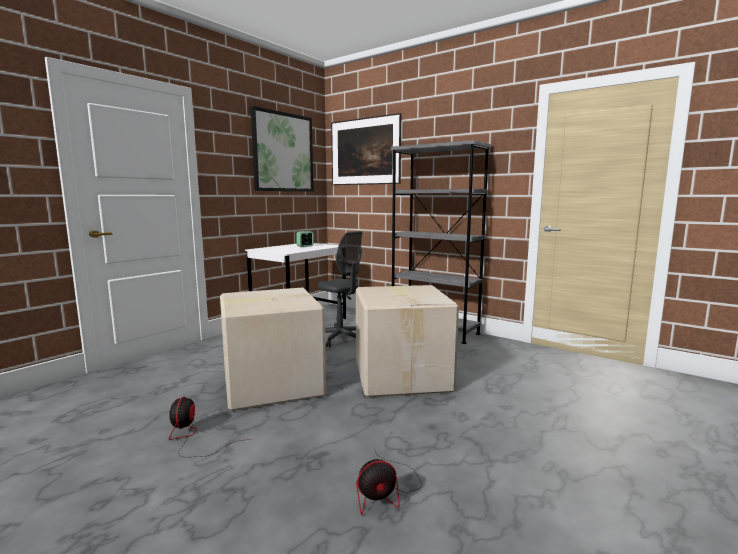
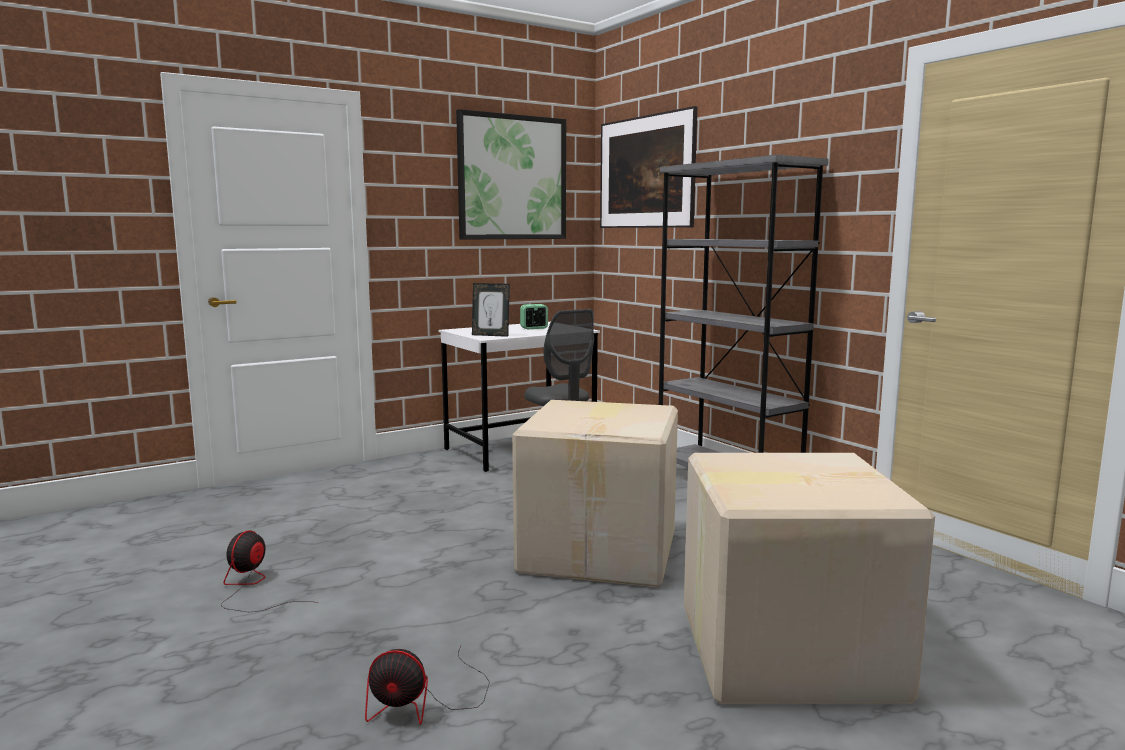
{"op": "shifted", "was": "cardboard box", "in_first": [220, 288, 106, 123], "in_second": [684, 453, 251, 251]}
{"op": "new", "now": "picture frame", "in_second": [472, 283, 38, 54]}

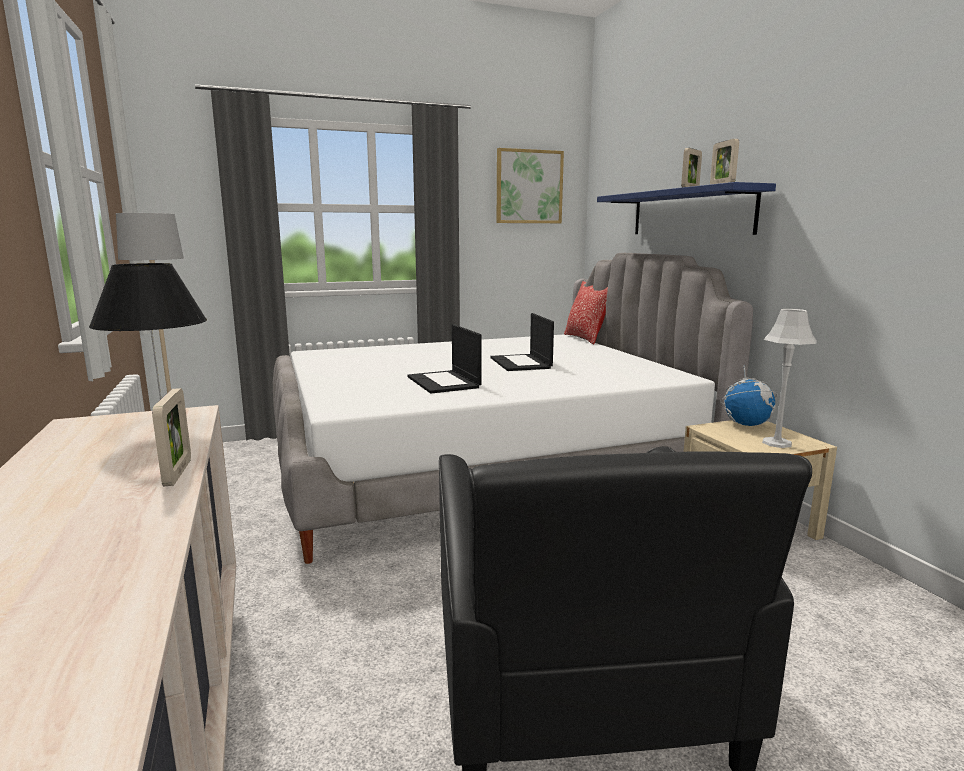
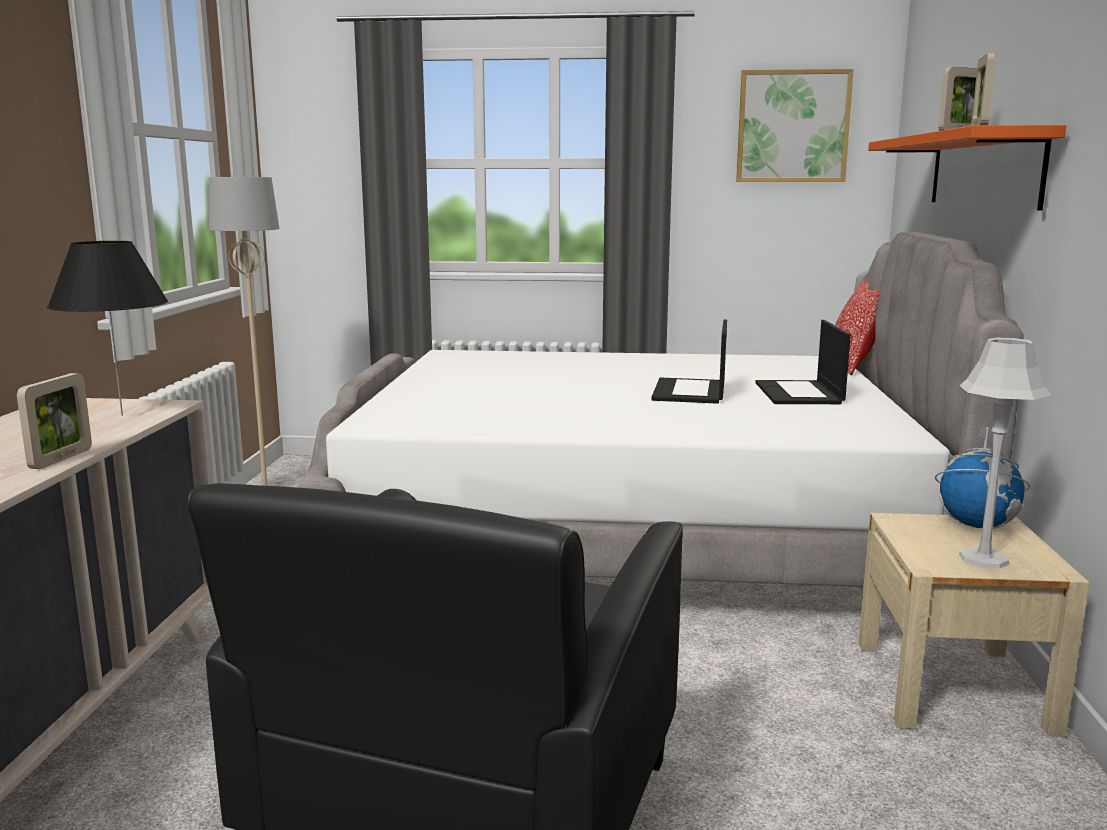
{"op": "shifted", "was": "notebook computer", "in_first": [407, 324, 74, 69], "in_second": [755, 320, 96, 84]}
{"op": "repainted", "was": "bluish wall shelf", "now": "orange-coloured wall shelf", "in_first": [597, 182, 179, 53], "in_second": [868, 125, 198, 86]}

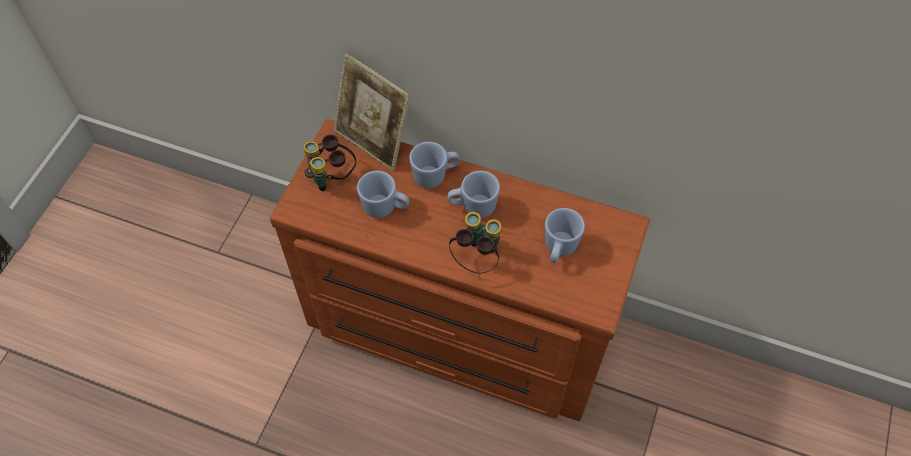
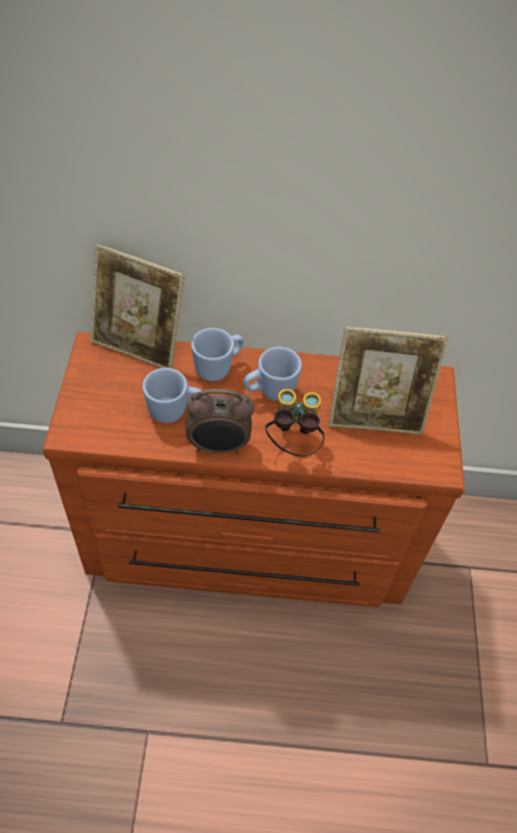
{"op": "gone", "was": "binoculars", "in_first": [303, 134, 53, 57]}
{"op": "swapped", "was": "bluish tea mug", "now": "picture frame", "in_first": [545, 208, 40, 55], "in_second": [329, 327, 119, 108]}
{"op": "new", "now": "alarm clock", "in_second": [185, 389, 69, 64]}

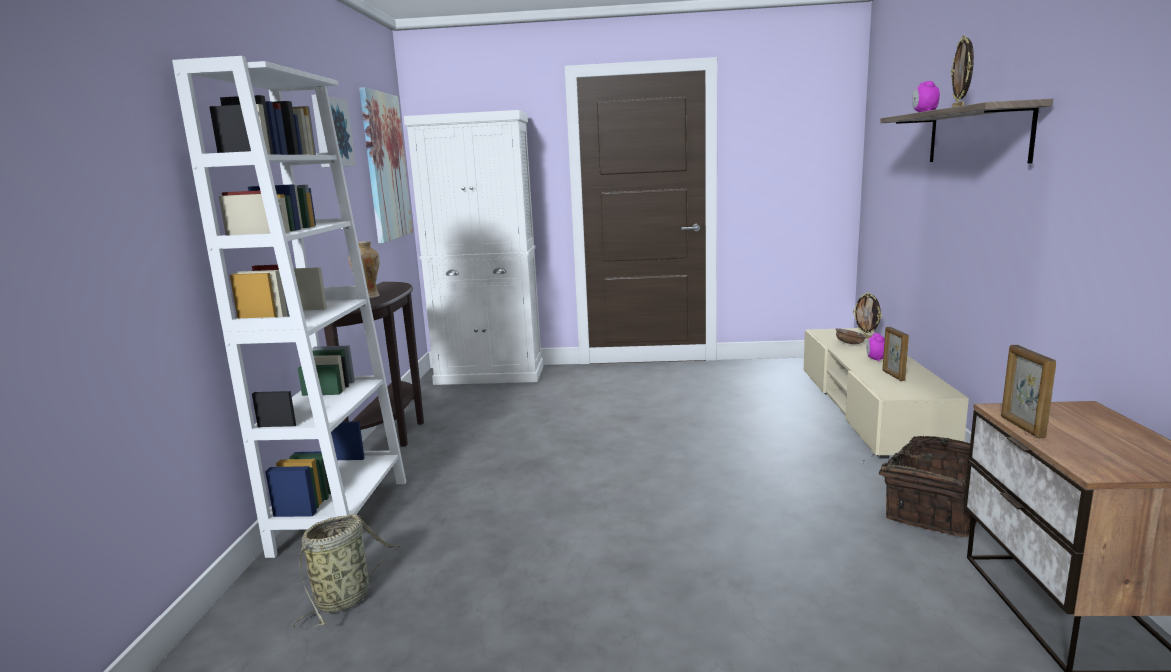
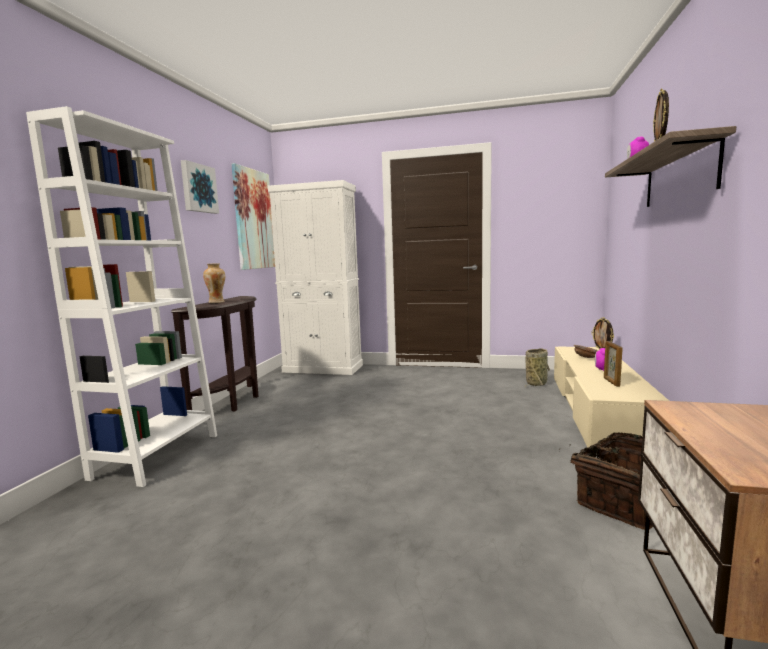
{"op": "shifted", "was": "storage basket", "in_first": [292, 514, 109, 115], "in_second": [525, 348, 25, 39]}
{"op": "gone", "was": "picture frame", "in_first": [1001, 345, 55, 93]}

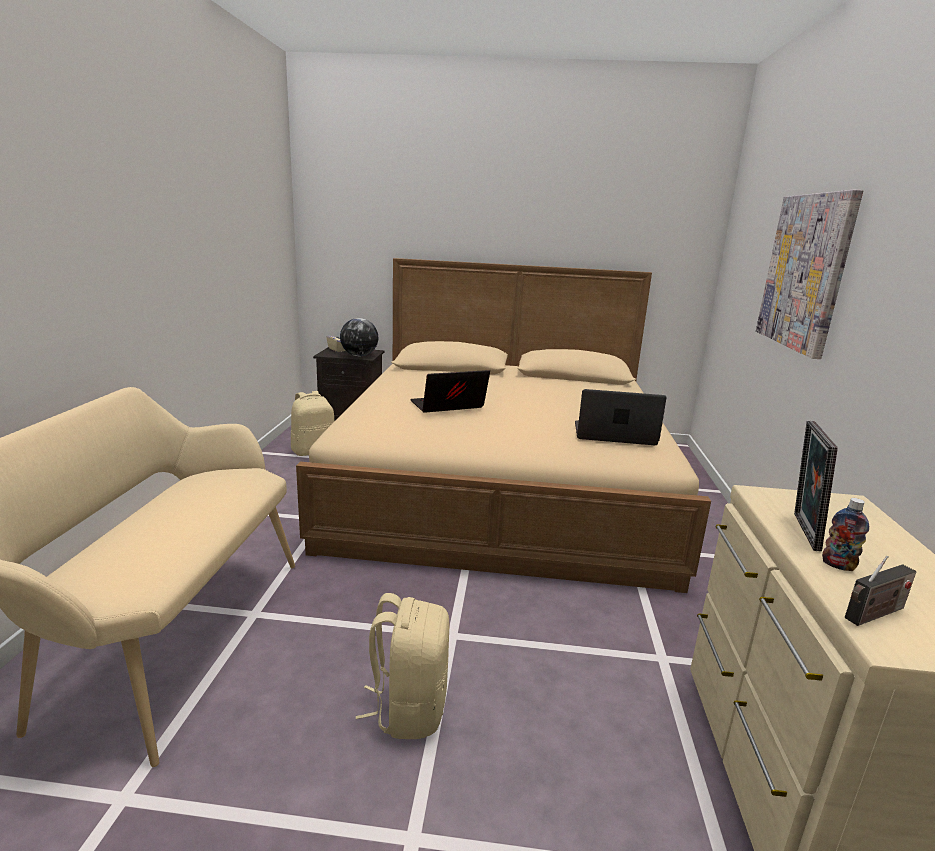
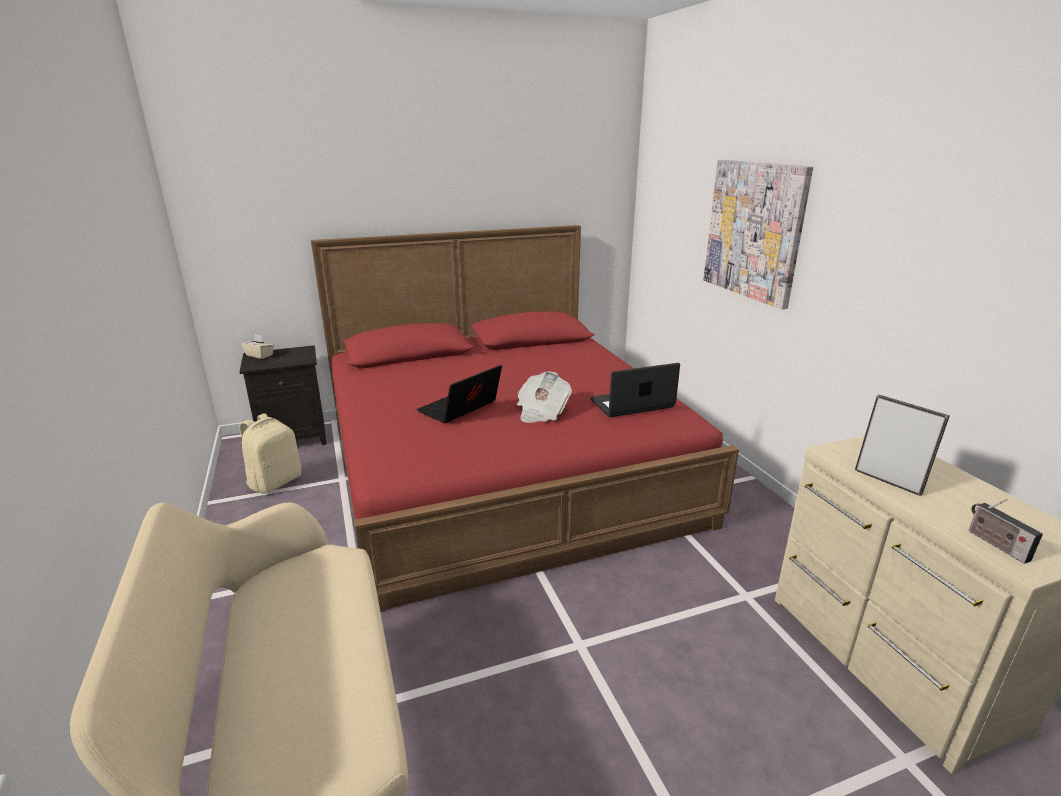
{"op": "repainted", "was": "beige bedroom bed", "now": "red-coloured bedroom bed", "in_first": [296, 258, 415, 335], "in_second": [311, 225, 428, 387]}
{"op": "gone", "was": "globe", "in_first": [340, 318, 39, 38]}
{"op": "gone", "was": "beige knapsack", "in_first": [356, 593, 93, 146]}
{"op": "rotated", "was": "picture frame", "in_first": [794, 421, 44, 130], "in_second": [855, 395, 95, 101], "clockwise": 150}
{"op": "gone", "was": "beverage bottle", "in_first": [822, 498, 47, 73]}
{"op": "rotated", "was": "radio set", "in_first": [845, 555, 71, 71], "in_second": [969, 499, 74, 65], "clockwise": 120}
{"op": "new", "now": "newspaper", "in_second": [517, 371, 55, 52]}

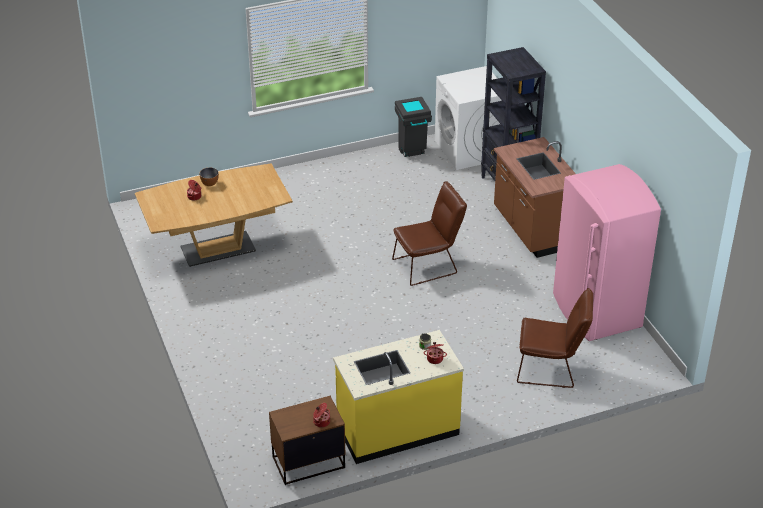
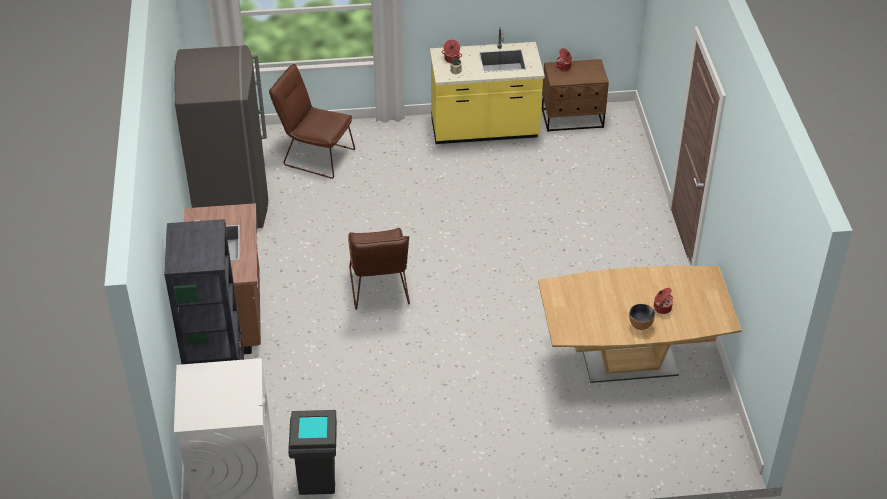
{"op": "rotated", "was": "brown-coloured chair", "in_first": [392, 181, 75, 105], "in_second": [348, 228, 62, 82], "clockwise": -90}
{"op": "repainted", "was": "pink-coloured refrigerator", "now": "greyish refrigerator", "in_first": [553, 164, 108, 177], "in_second": [175, 45, 93, 183]}

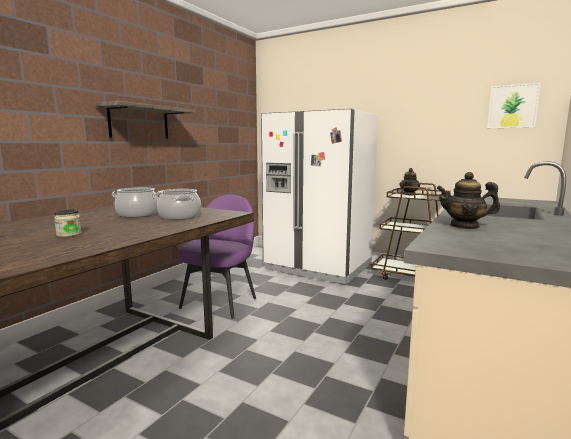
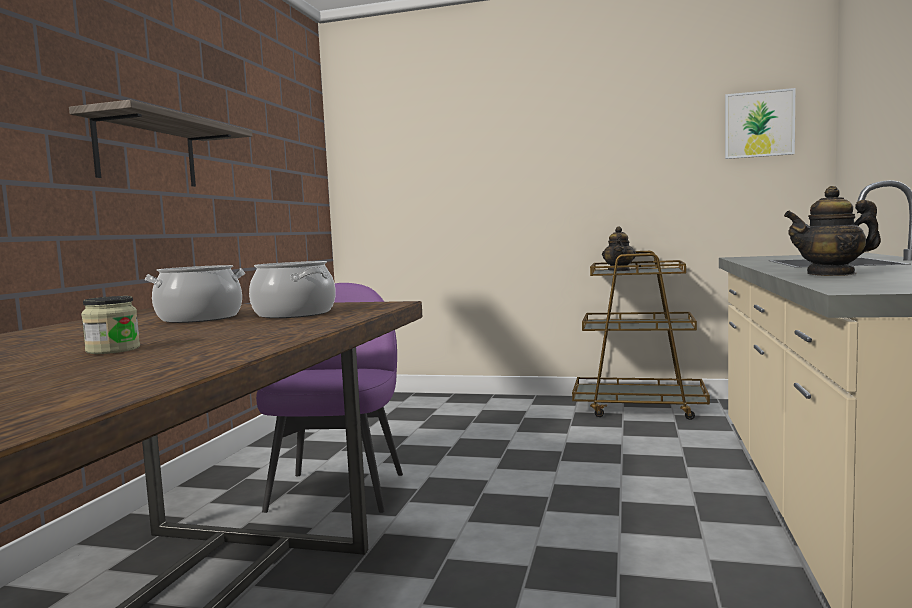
{"op": "gone", "was": "white-coloured refrigerator", "in_first": [261, 109, 117, 175]}

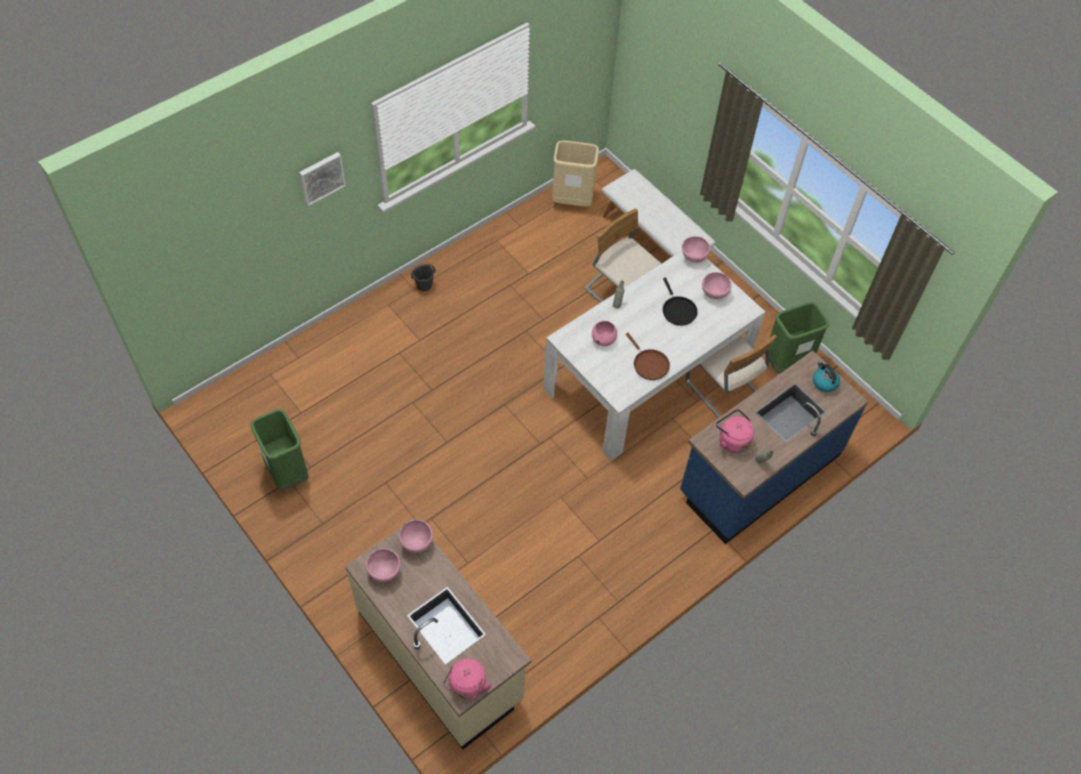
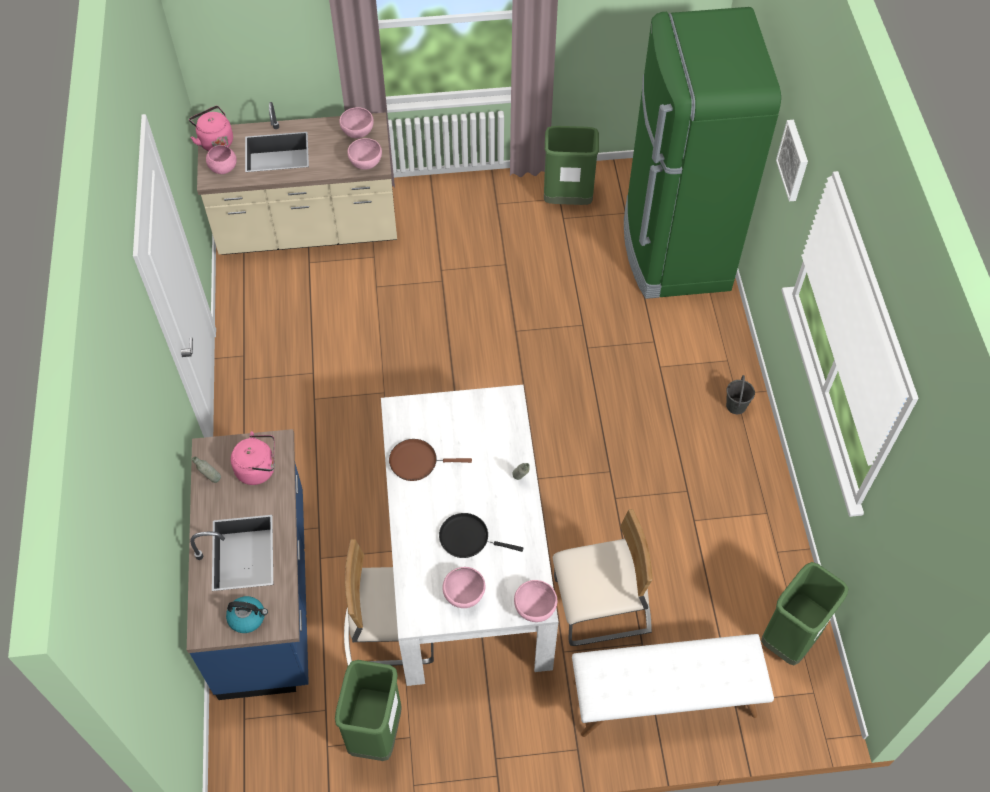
{"op": "repainted", "was": "beige rubbish bin", "now": "green rubbish bin", "in_first": [552, 140, 47, 66], "in_second": [761, 562, 88, 103]}
{"op": "shifted", "was": "pink-coloured serving bowl", "in_first": [592, 321, 25, 25], "in_second": [206, 145, 31, 29]}
{"op": "new", "now": "green refrigerator", "in_second": [624, 7, 157, 292]}

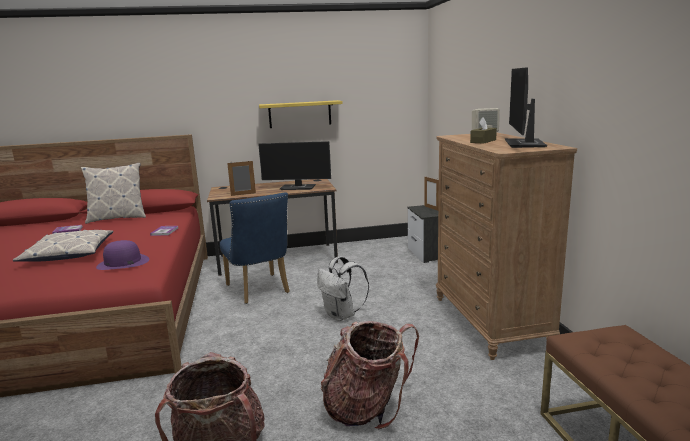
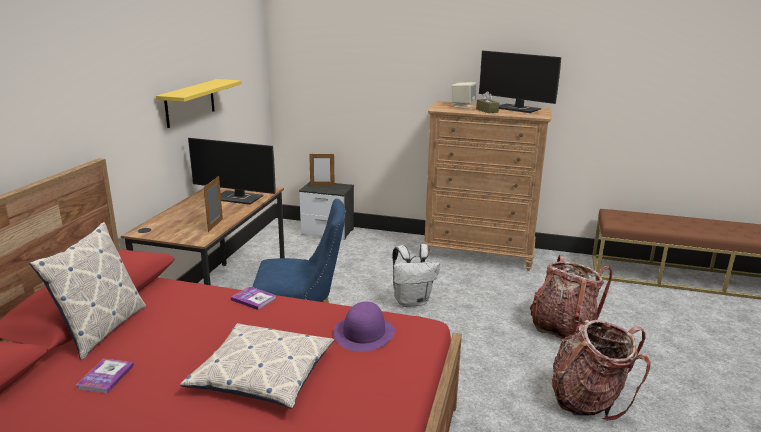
{"op": "rotated", "was": "monitor", "in_first": [258, 141, 73, 49], "in_second": [188, 138, 87, 67], "clockwise": 75}

